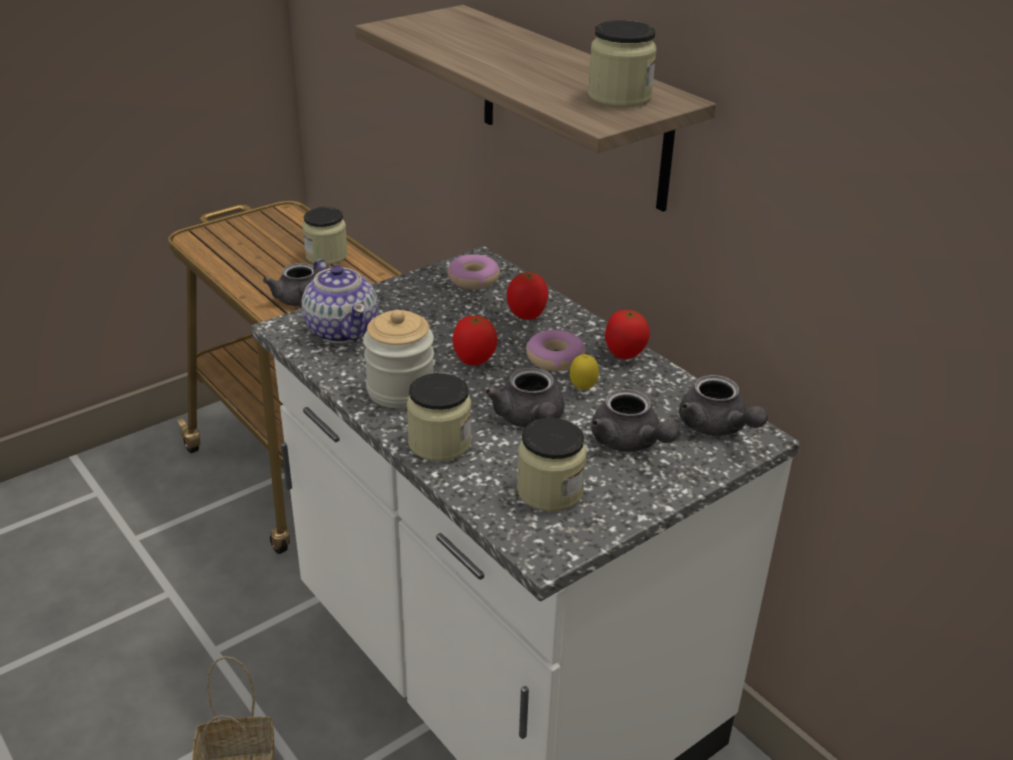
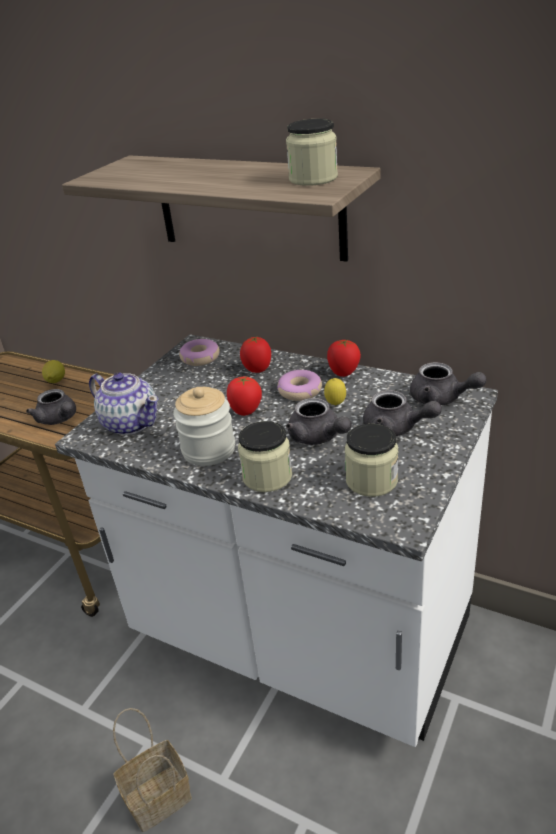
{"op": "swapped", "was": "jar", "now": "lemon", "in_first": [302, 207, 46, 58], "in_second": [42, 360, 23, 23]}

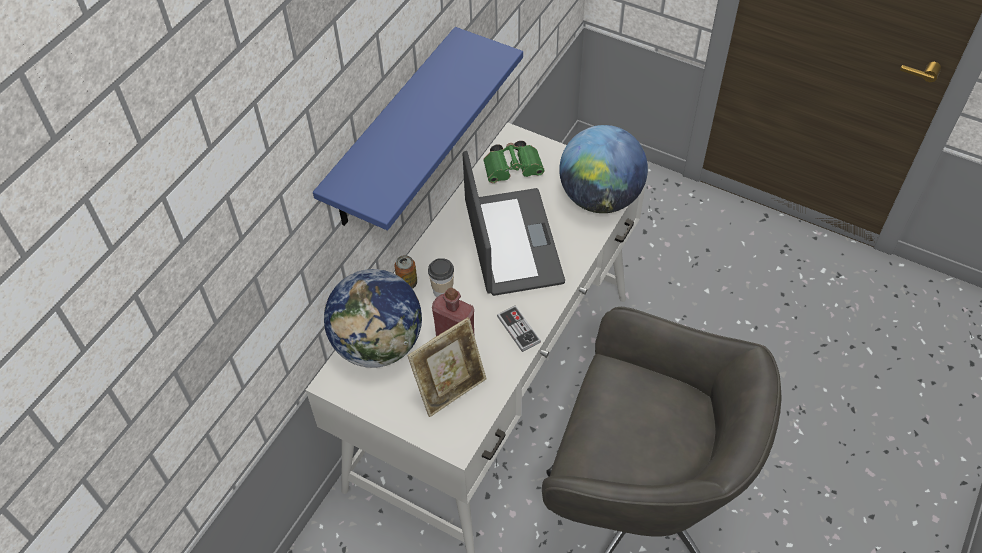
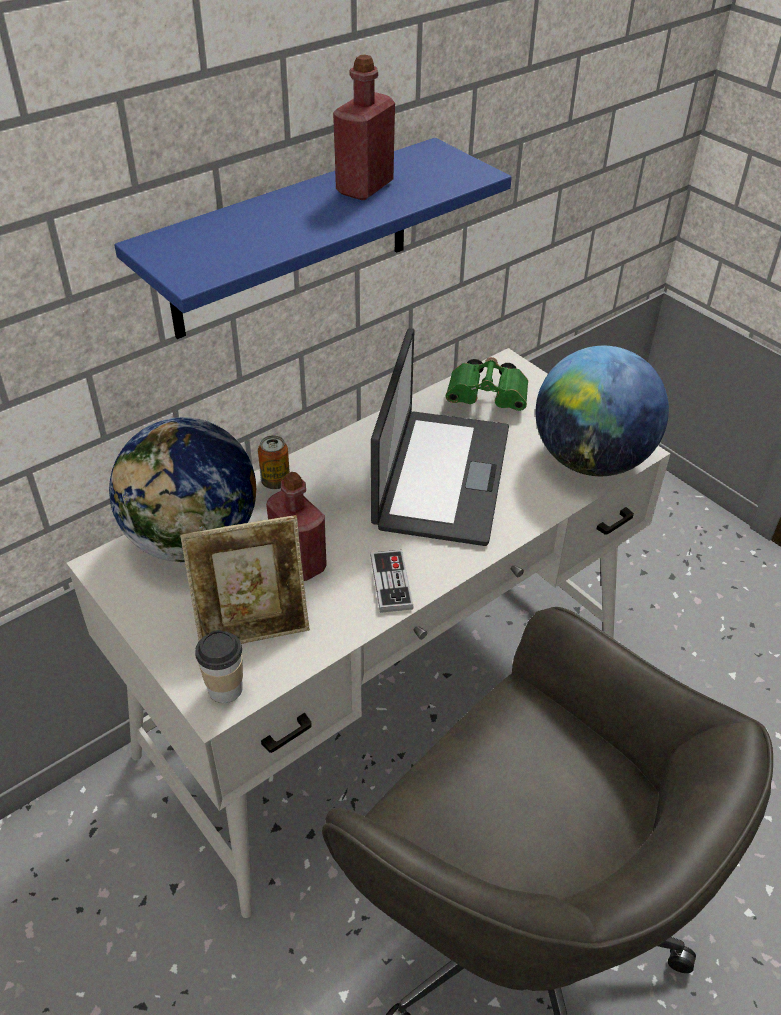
{"op": "shifted", "was": "cup", "in_first": [428, 258, 26, 39], "in_second": [195, 630, 48, 73]}
{"op": "new", "now": "red-coloured beverage bottle", "in_second": [333, 54, 62, 146]}

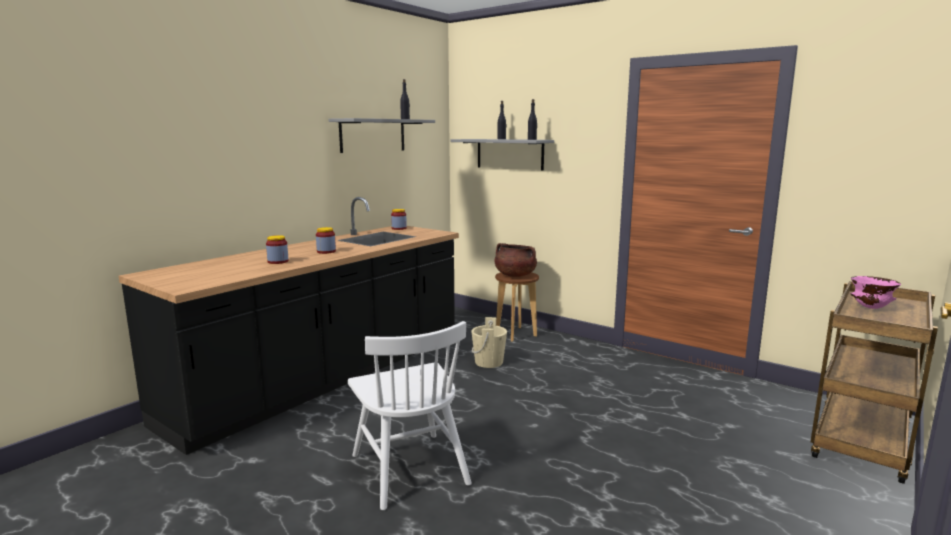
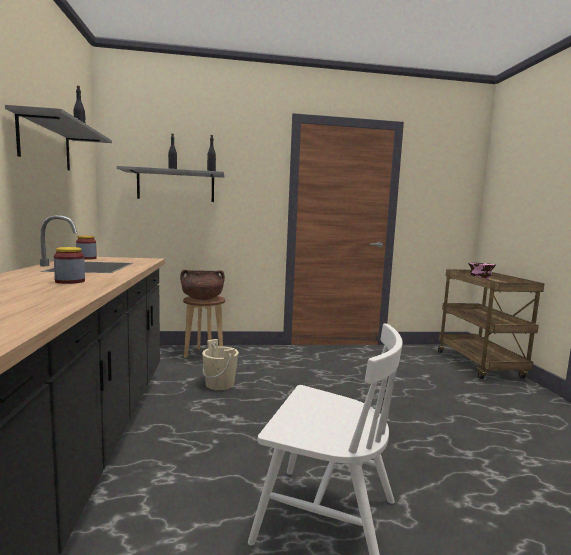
{"op": "gone", "was": "jar", "in_first": [266, 235, 23, 29]}

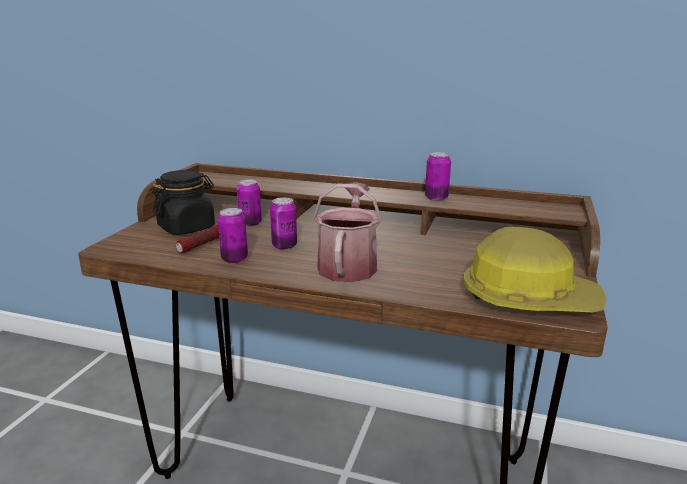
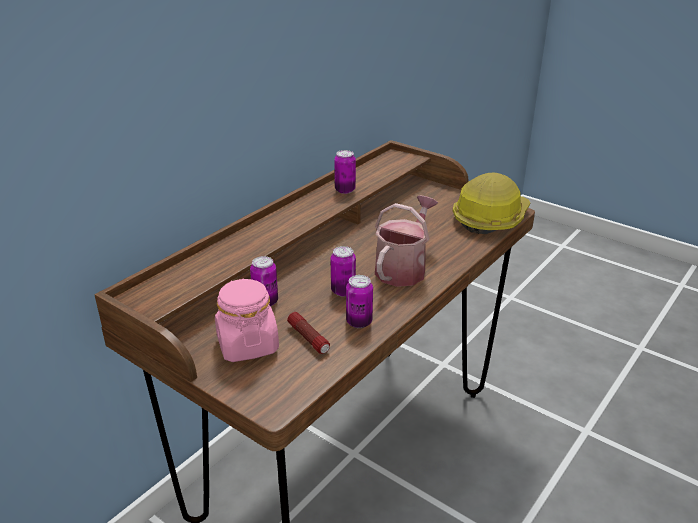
{"op": "repainted", "was": "blackish jar", "now": "pink-coloured jar", "in_first": [152, 170, 63, 65], "in_second": [215, 279, 64, 83]}
{"op": "rotated", "was": "watering can", "in_first": [313, 182, 69, 100], "in_second": [375, 195, 63, 92], "clockwise": 90}

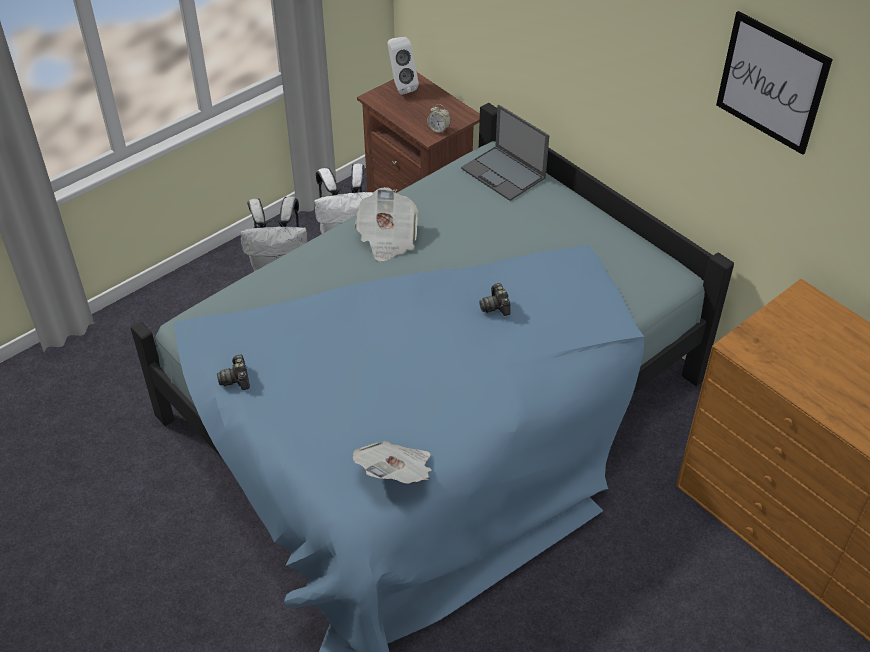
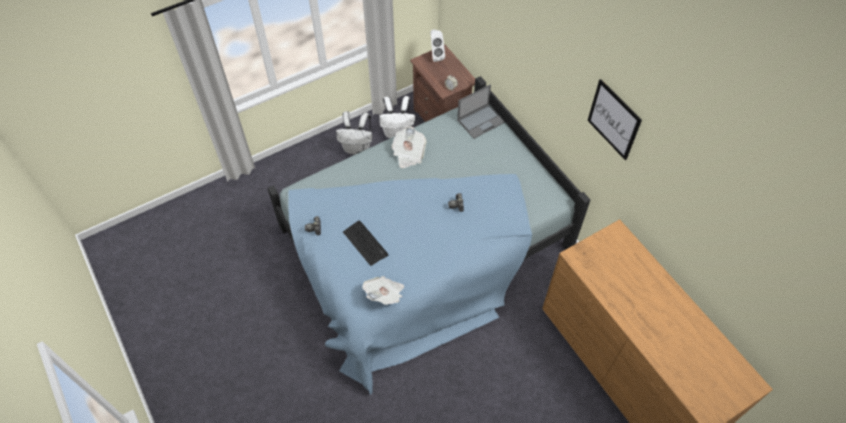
{"op": "rotated", "was": "notebook computer", "in_first": [461, 105, 88, 96], "in_second": [457, 85, 48, 54], "clockwise": -90}
{"op": "new", "now": "keyboard", "in_second": [343, 220, 46, 46]}

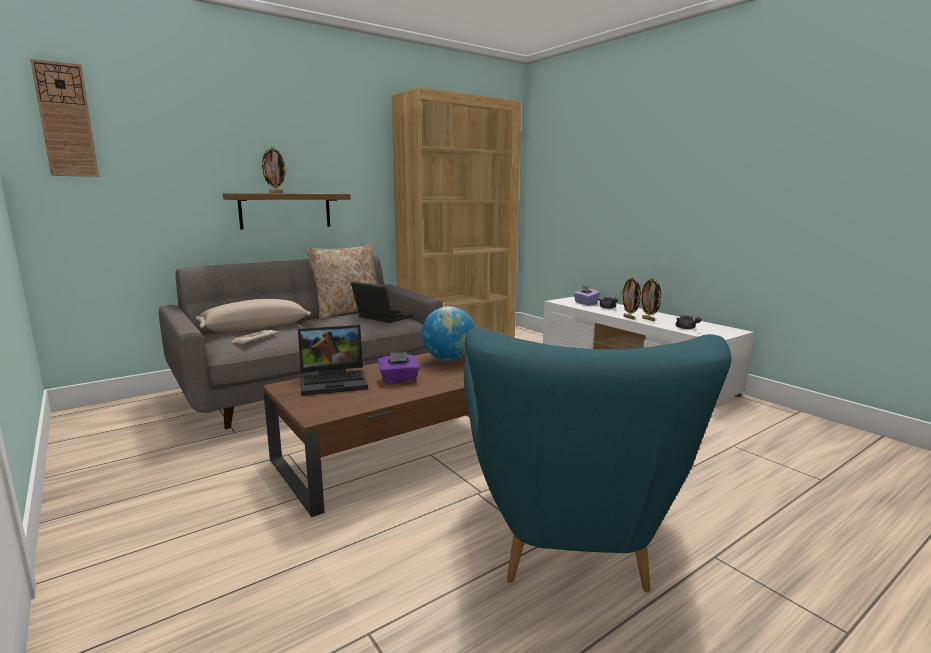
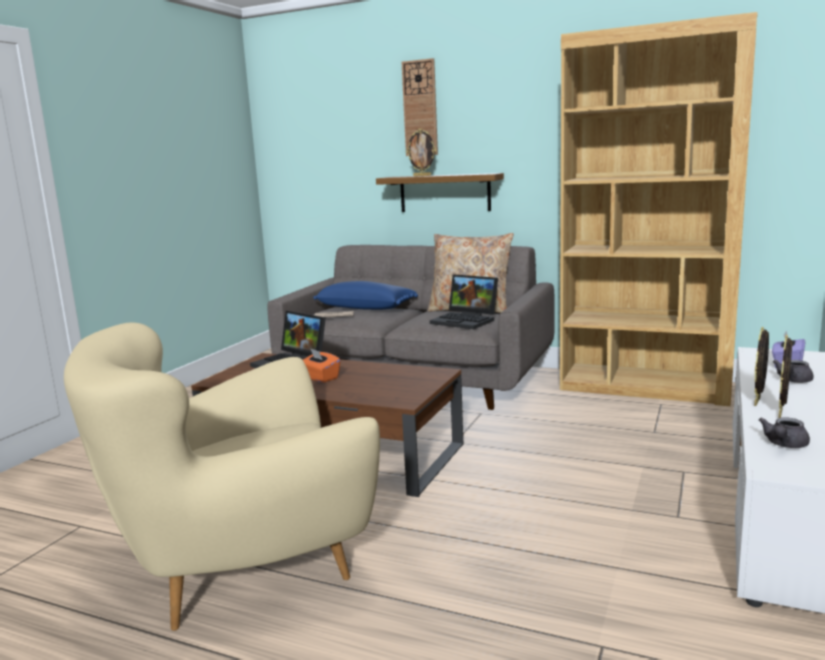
{"op": "shifted", "was": "hanging clock", "in_first": [30, 59, 69, 118], "in_second": [402, 58, 36, 98]}
{"op": "repainted", "was": "beige throw pillow", "now": "bluish throw pillow", "in_first": [196, 299, 115, 33], "in_second": [313, 281, 105, 29]}
{"op": "rotated", "was": "notebook computer", "in_first": [351, 281, 62, 42], "in_second": [430, 274, 68, 55], "clockwise": 120}
{"op": "repainted", "was": "purplish tissue holder", "now": "orange-coloured tissue holder", "in_first": [378, 352, 41, 31], "in_second": [303, 348, 37, 35]}
{"op": "gone", "was": "globe", "in_first": [422, 306, 53, 55]}
{"op": "repainted", "was": "turquoise-coloured easy chair", "now": "beige easy chair", "in_first": [464, 328, 268, 264], "in_second": [64, 323, 316, 308]}

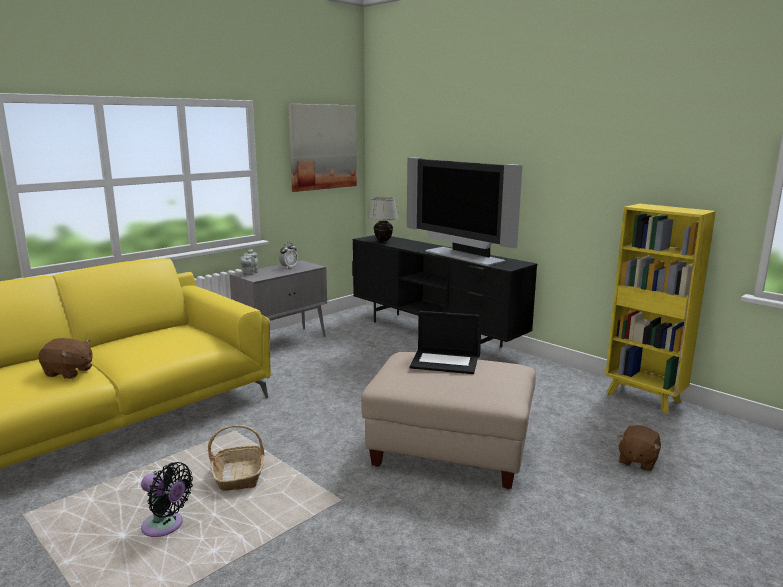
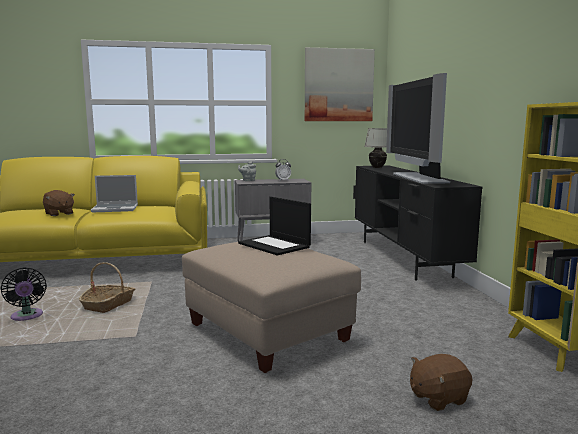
{"op": "new", "now": "notebook computer", "in_second": [91, 175, 47, 37]}

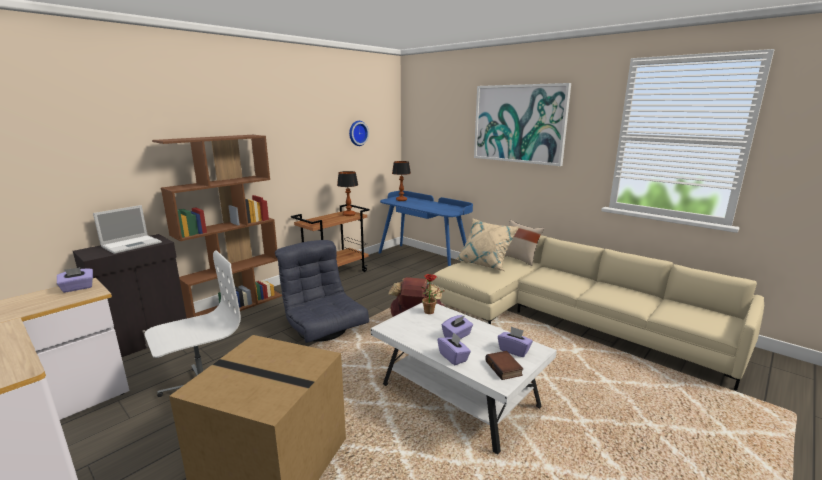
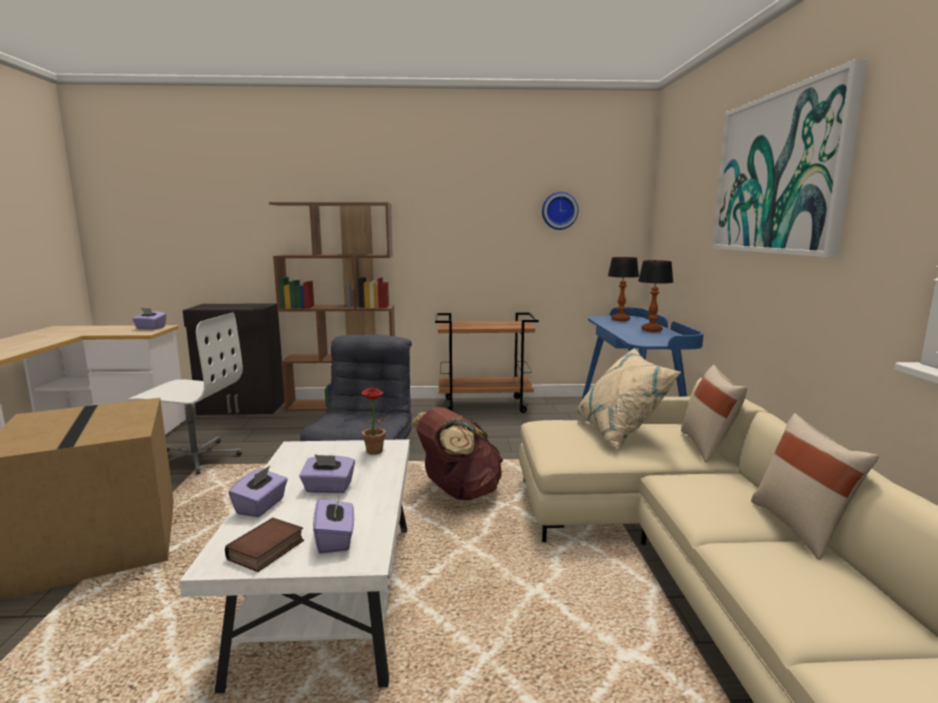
{"op": "gone", "was": "notebook computer", "in_first": [93, 205, 69, 49]}
{"op": "shifted", "was": "table lamp", "in_first": [337, 171, 21, 45], "in_second": [638, 260, 35, 72]}
{"op": "new", "now": "beige throw pillow", "in_second": [751, 413, 128, 147]}

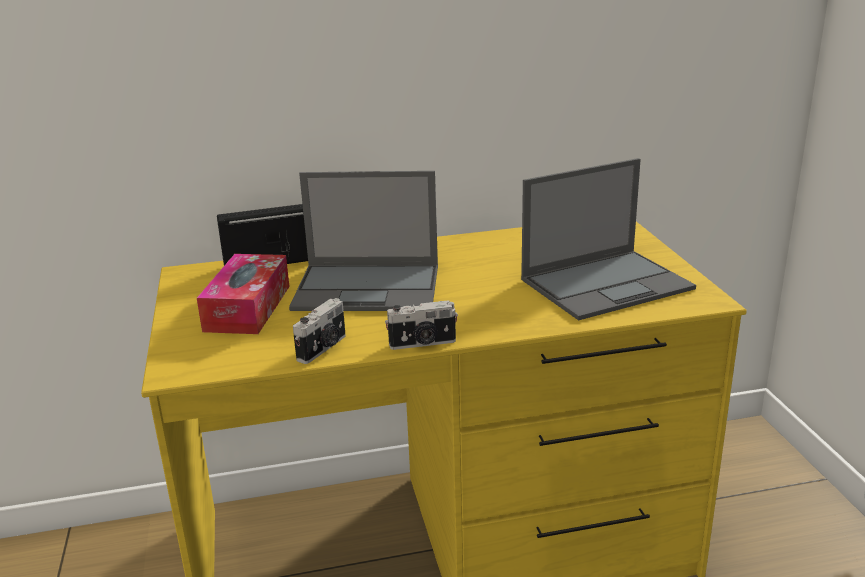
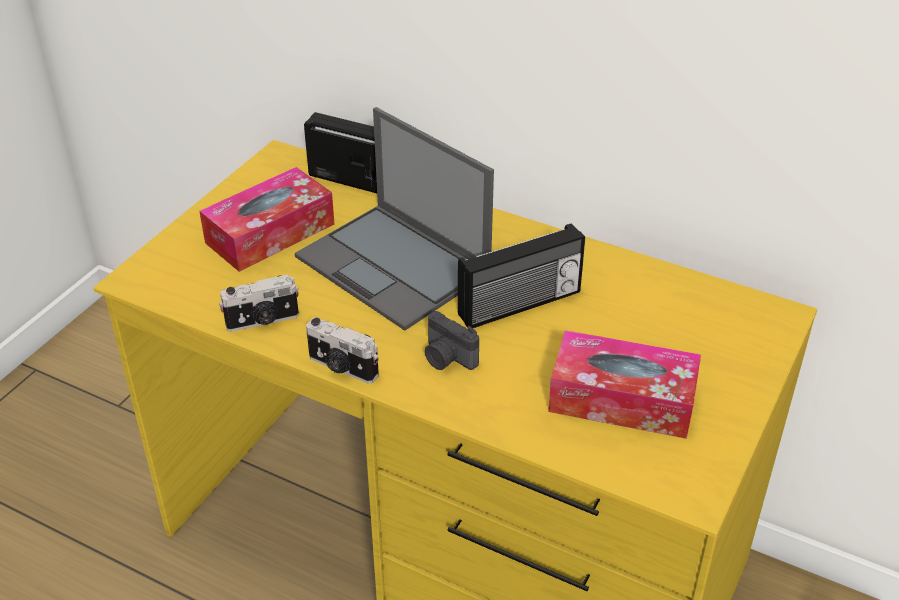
{"op": "swapped", "was": "notebook computer", "now": "tissue holder", "in_first": [521, 158, 175, 163], "in_second": [548, 330, 153, 109]}
{"op": "new", "now": "still camera", "in_second": [425, 311, 54, 59]}
{"op": "new", "now": "radio set", "in_second": [458, 224, 127, 104]}

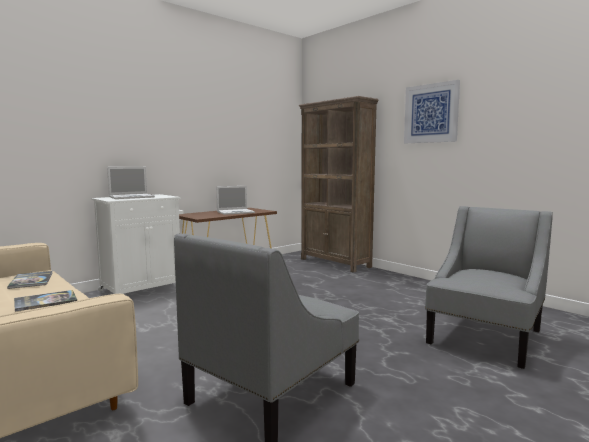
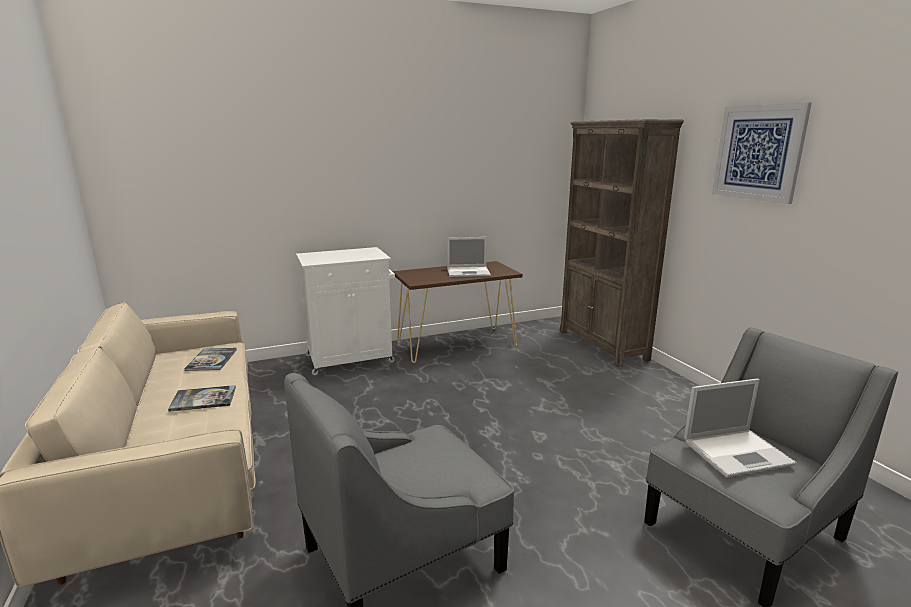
{"op": "shifted", "was": "notebook computer", "in_first": [107, 167, 48, 32], "in_second": [684, 379, 113, 98]}

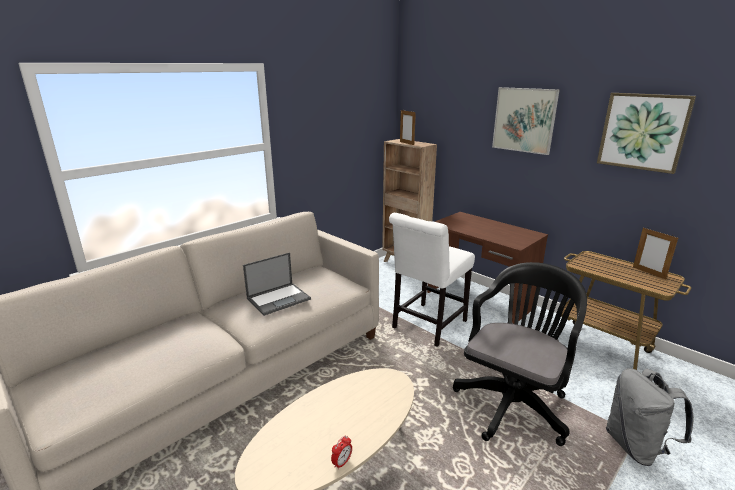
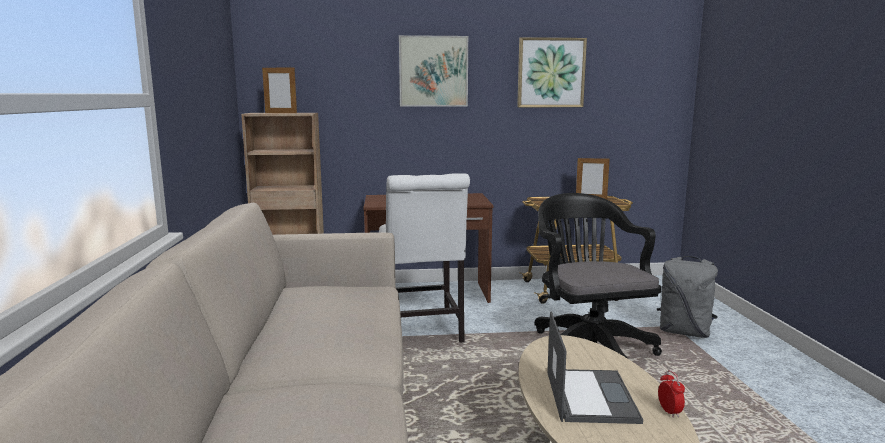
{"op": "shifted", "was": "notebook computer", "in_first": [243, 252, 68, 64], "in_second": [547, 312, 96, 112]}

